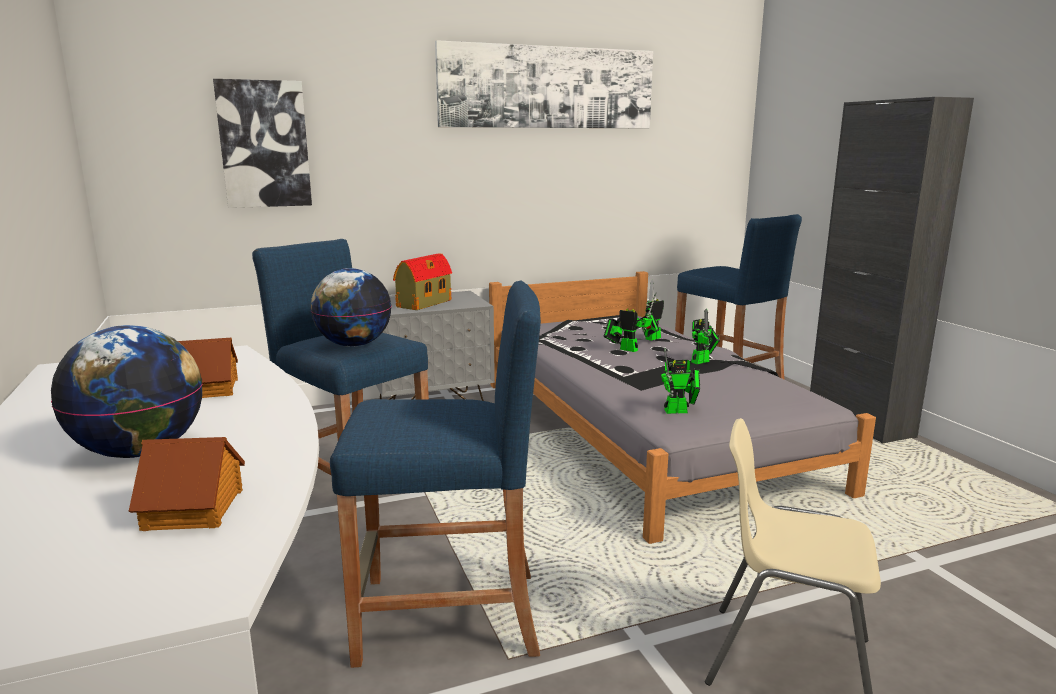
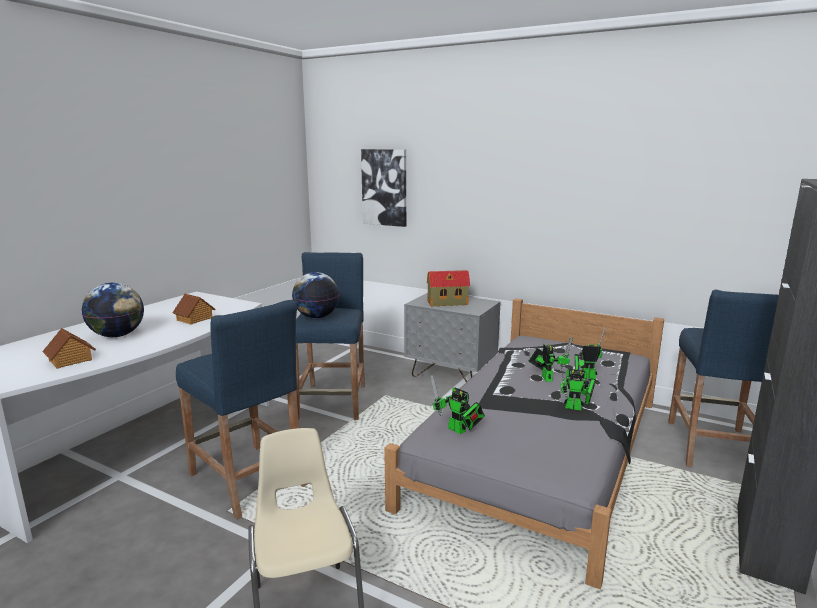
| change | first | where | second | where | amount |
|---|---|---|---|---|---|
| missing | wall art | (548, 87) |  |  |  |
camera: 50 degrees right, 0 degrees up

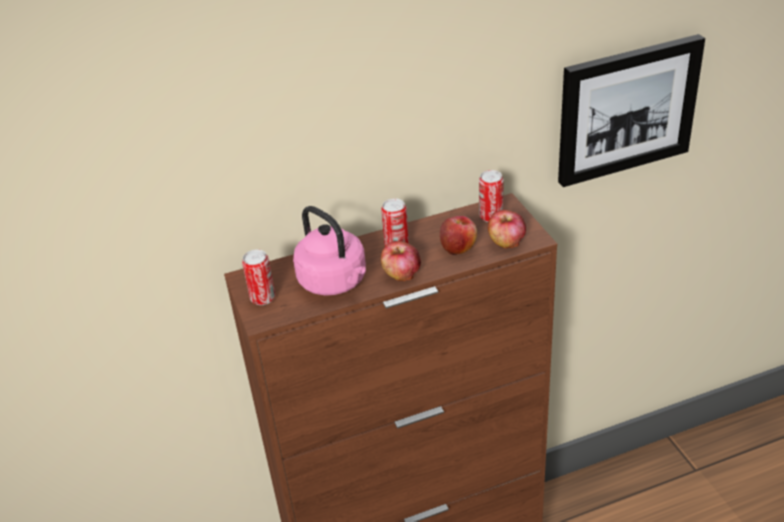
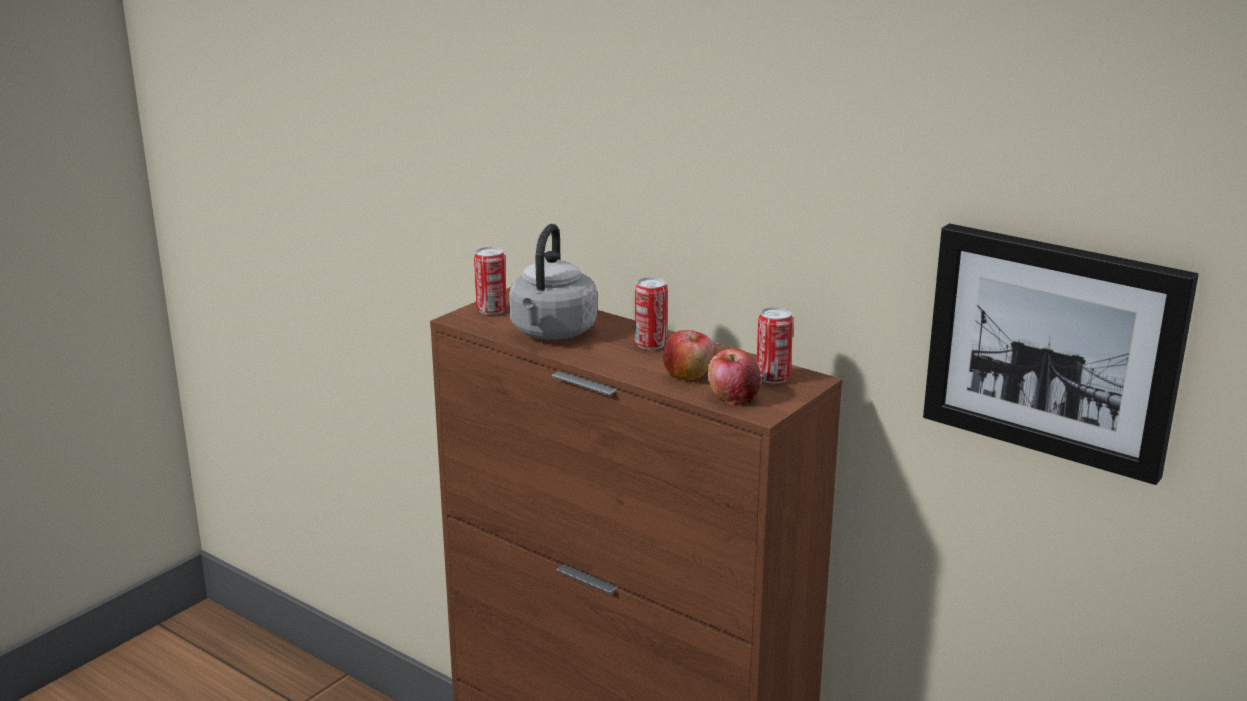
| change | first | where | second | where | amount |
|---|---|---|---|---|---|
| missing | apple fruit | (401, 274) |  |  |  |
| colour | pink-coloured water kettle | (335, 282) | gray water kettle | (552, 333) |  |
camera: 55 degrees right, 15 degrees down

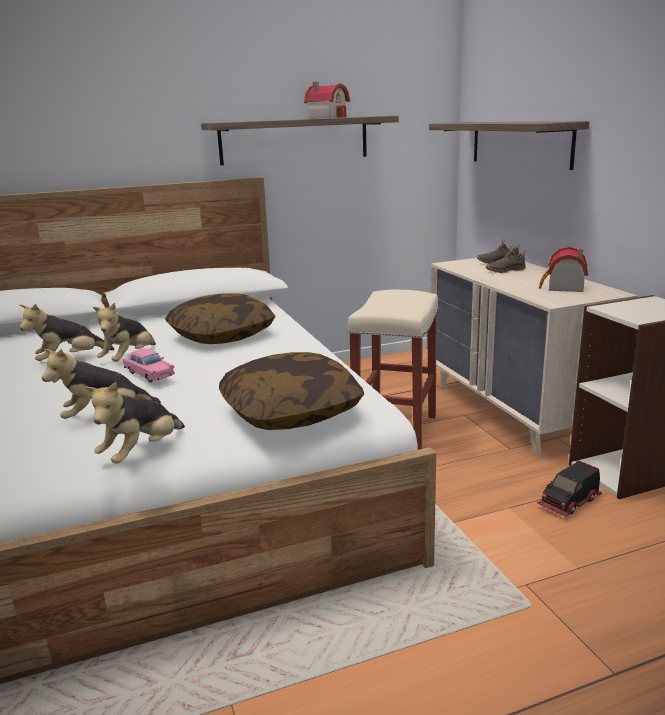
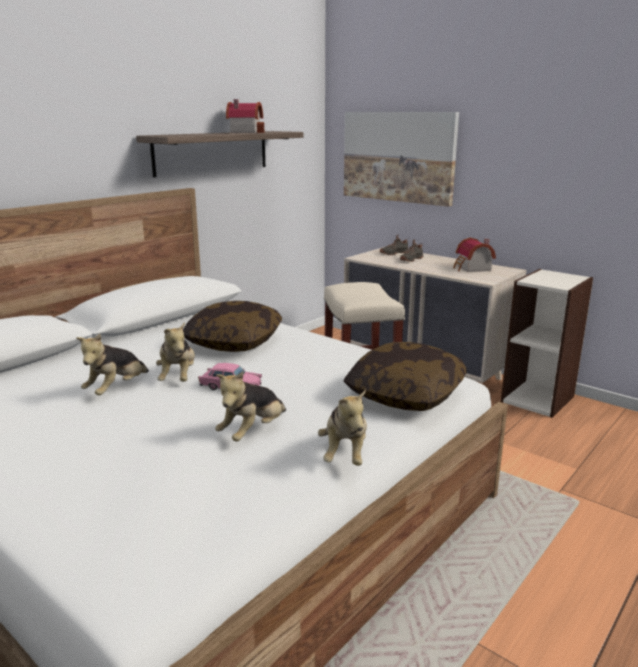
| change | first | where | second | where | amount |
|---|---|---|---|---|---|
| missing | model truck | (570, 502) |  |  |  |
| exchanged | shelf | (520, 143) | wall art | (398, 157) |  |
camera: 30 degrees left, 0 degrees up

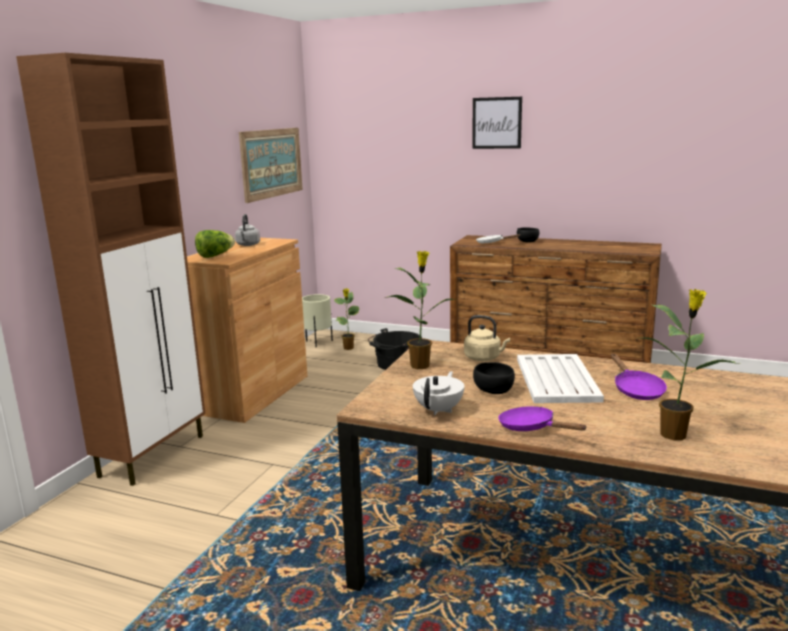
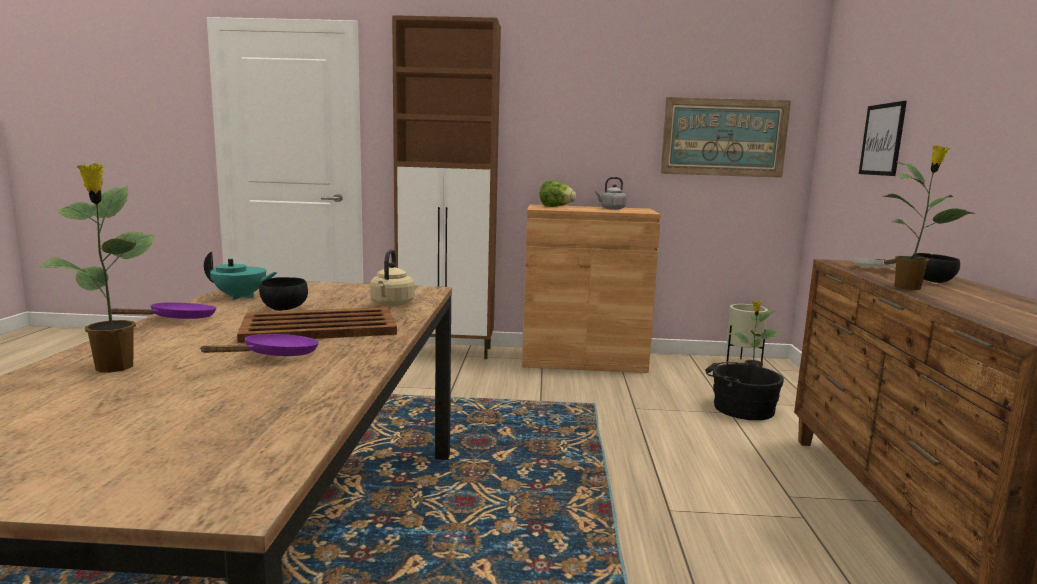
| change | first | where | second | where | amount |
|---|---|---|---|---|---|
| relocated | potted plant | (421, 365) |  | (909, 287) |  |
| relocated | wall art | (496, 123) |  | (882, 139) |  |
| colour | white tea pot | (439, 410) | turquoise-coloured tea pot | (241, 297) |  |
| colour | white serving tray | (556, 380) | brown-coloured serving tray | (318, 327) |  |
| spun | purple-coloured pan | (636, 390) |  | (275, 356) | 150 degrees clockwise |
camera: 70 degrees right, 5 degrees down

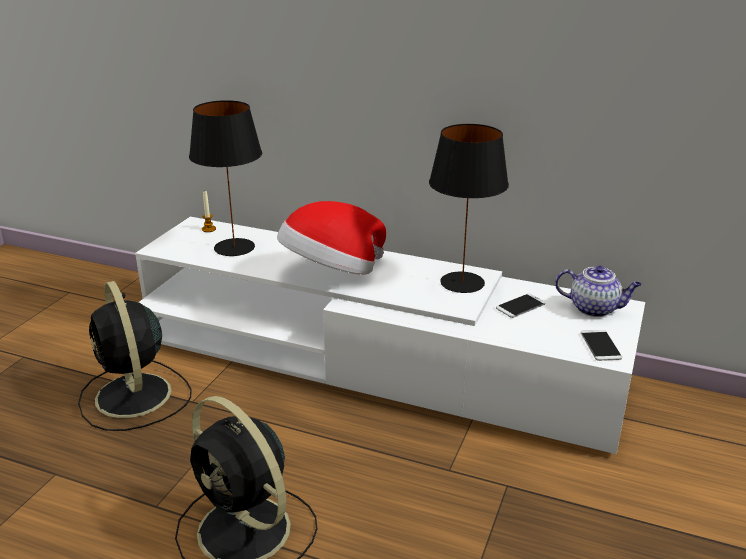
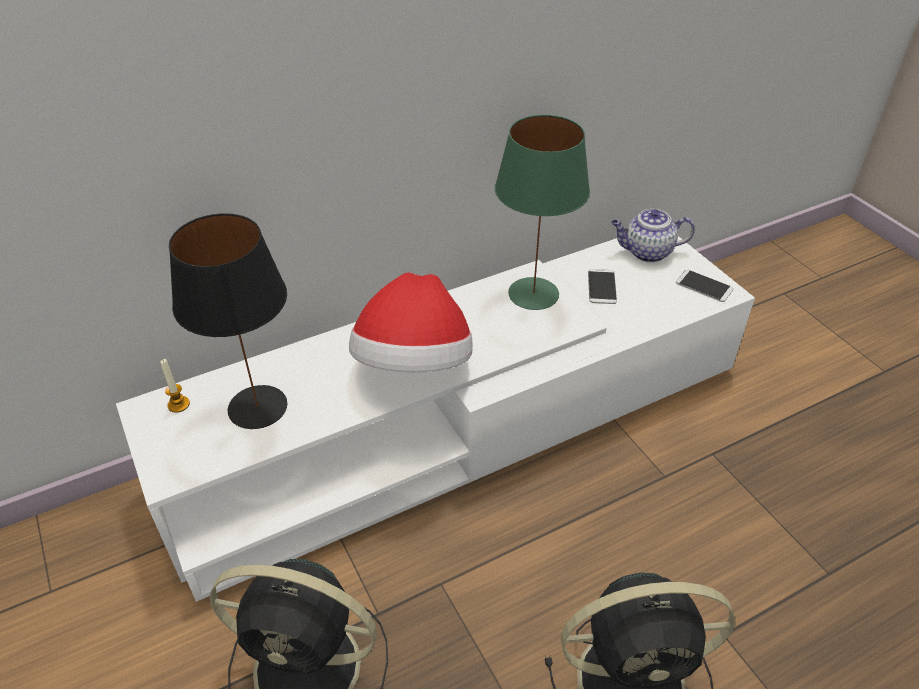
| change | first | where | second | where | amount |
|---|---|---|---|---|---|
| colour | black-coloured table lamp | (461, 282) | greenish table lamp | (532, 294) |  |
| spun | tea pot | (594, 308) |  | (647, 252) | 150 degrees counterclockwise |
camera: 50 degrees left, 15 degrees up

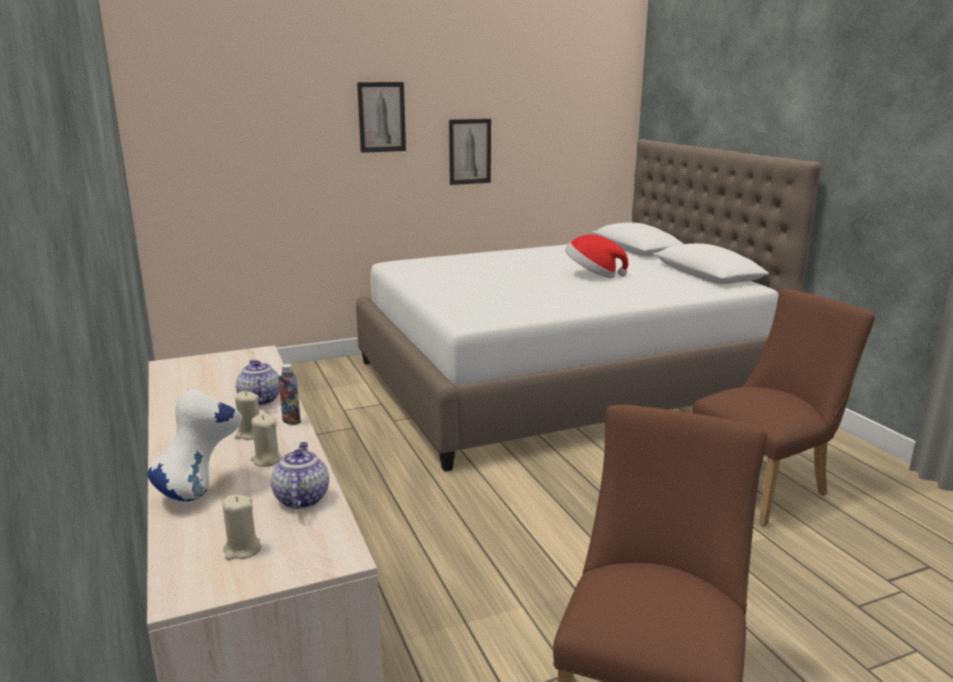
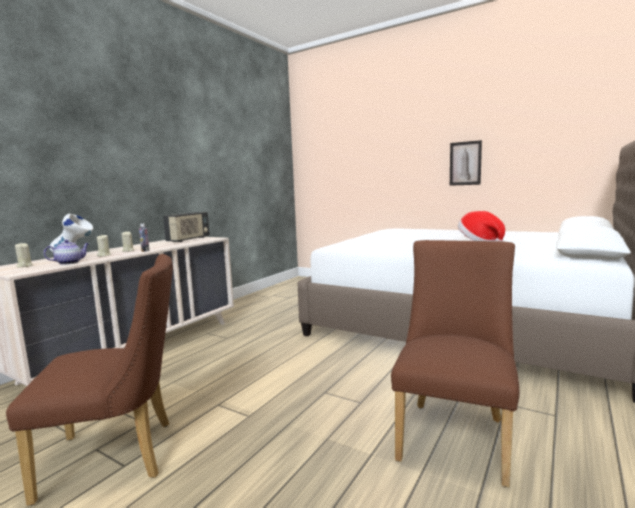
| change | first | where | second | where | amount |
|---|---|---|---|---|---|
| missing | tea pot | (259, 400) |  |  |  |
| missing | wall art | (381, 117) |  |  |  |
| appeared |  |  | radio receiver | (188, 239) |  |
| spun | brown-coloured upright chair | (765, 487) |  | (455, 434) | 90 degrees counterclockwise |
camera: 55 degrees right, 10 degrees down

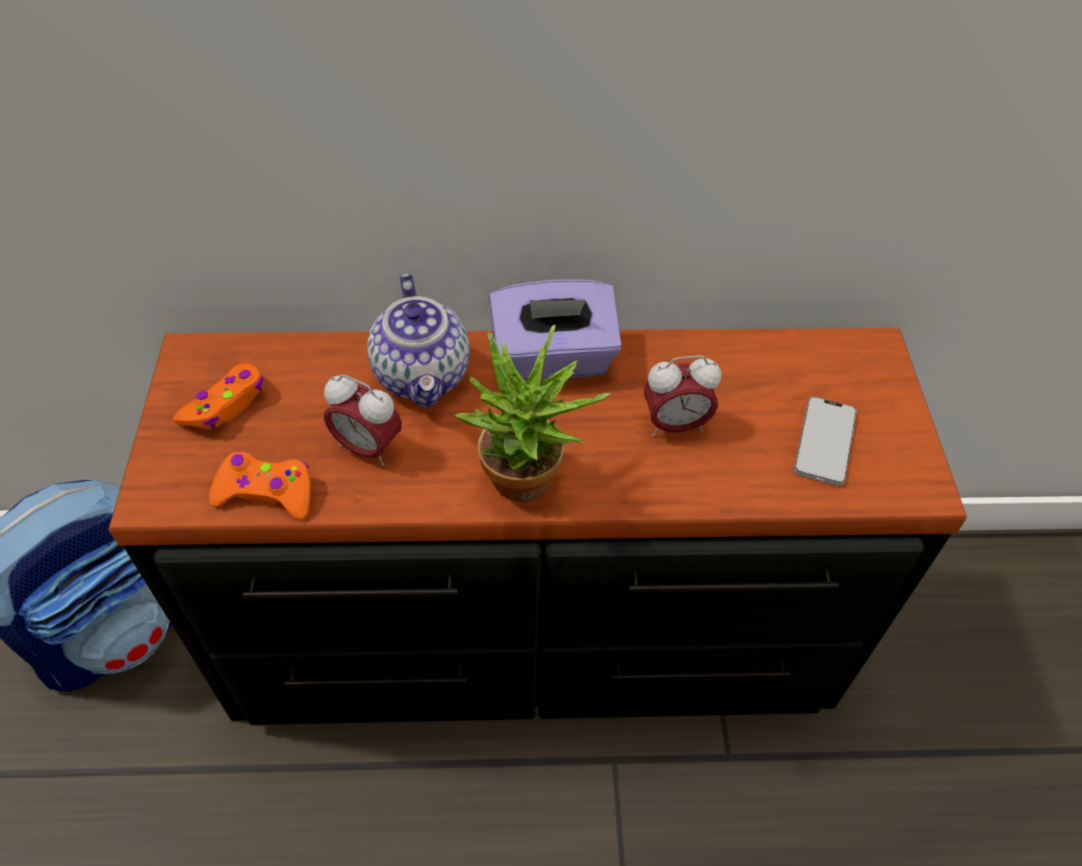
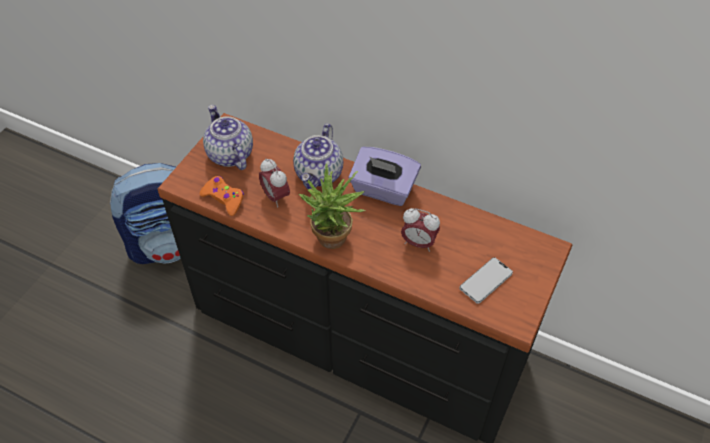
| change | first | where | second | where | amount |
|---|---|---|---|---|---|
| exchanged | orange joypad | (226, 405) | tea pot | (229, 154) |  |
camera: 30 degrees right, 0 degrees up

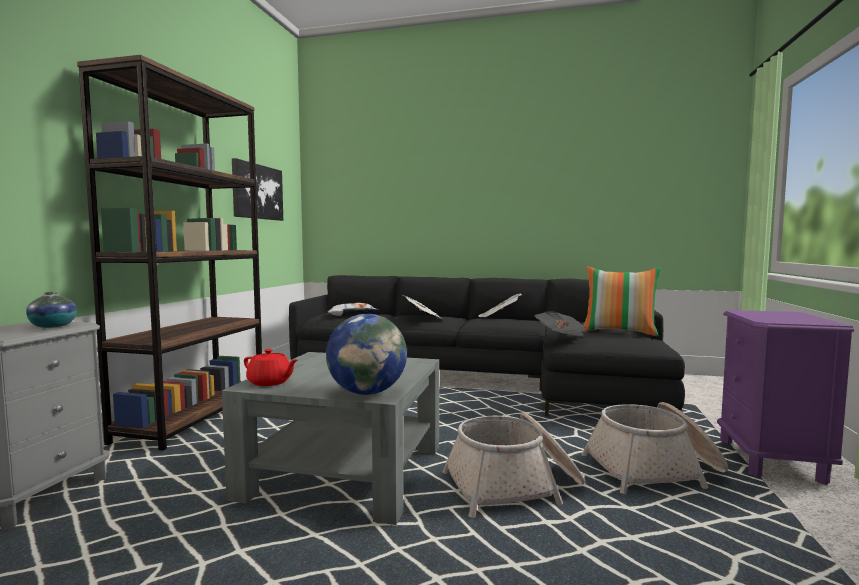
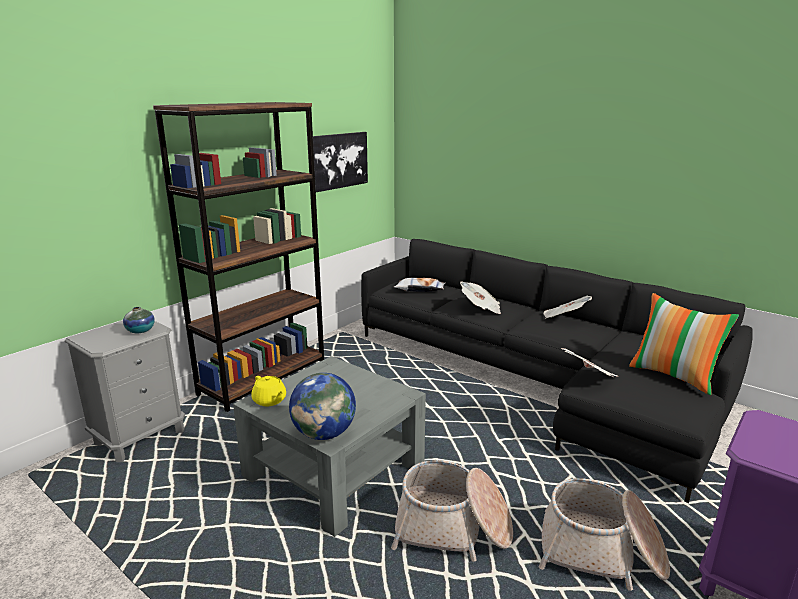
| change | first | where | second | where | amount |
|---|---|---|---|---|---|
| colour | red tea pot | (270, 382) | yellow tea pot | (269, 401) |  |
camera: 25 degrees right, 15 degrees up

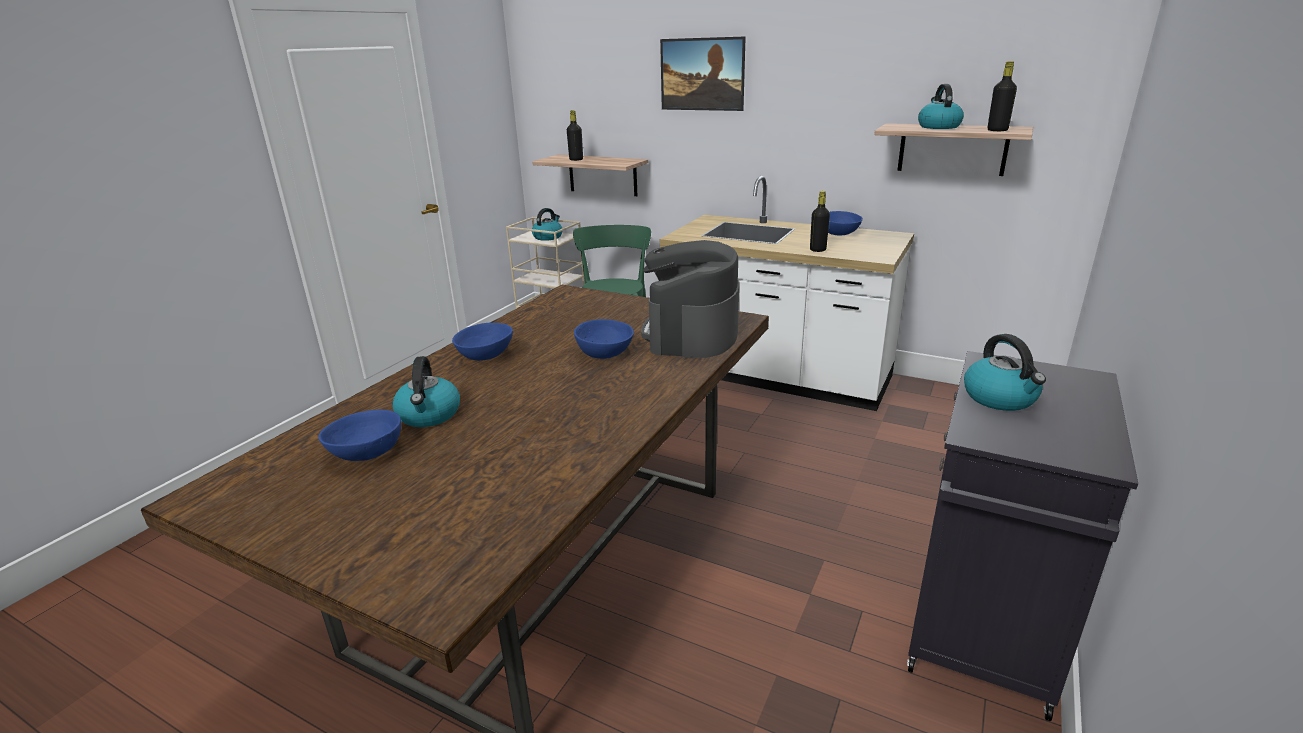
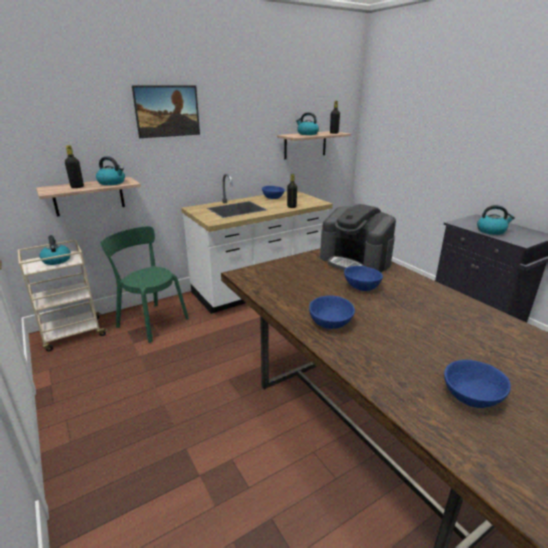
| change | first | where | second | where | amount |
|---|---|---|---|---|---|
| relocated | water kettle | (429, 415) |  | (112, 183) |  |
camera: 60 degrees left, 0 degrees up

